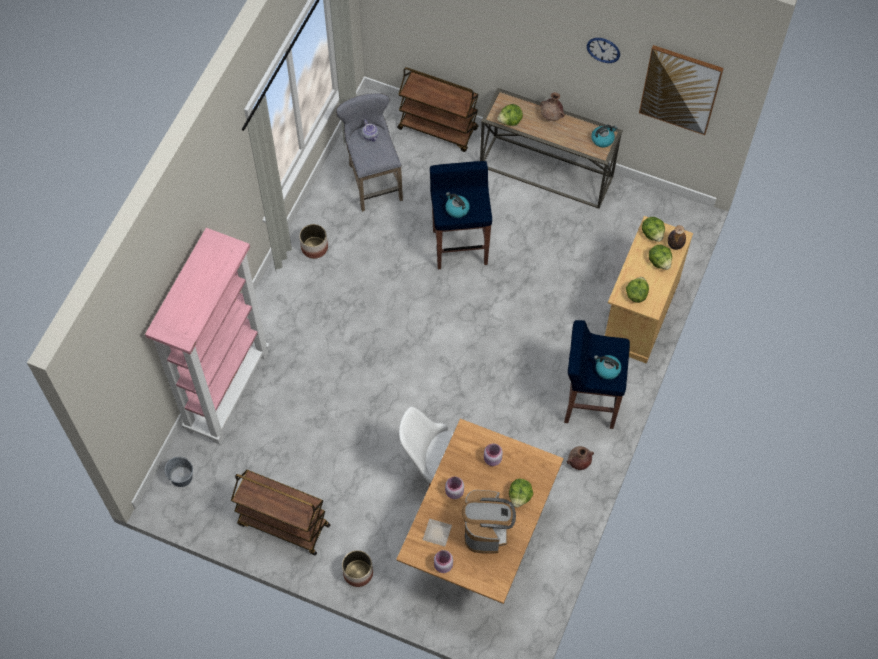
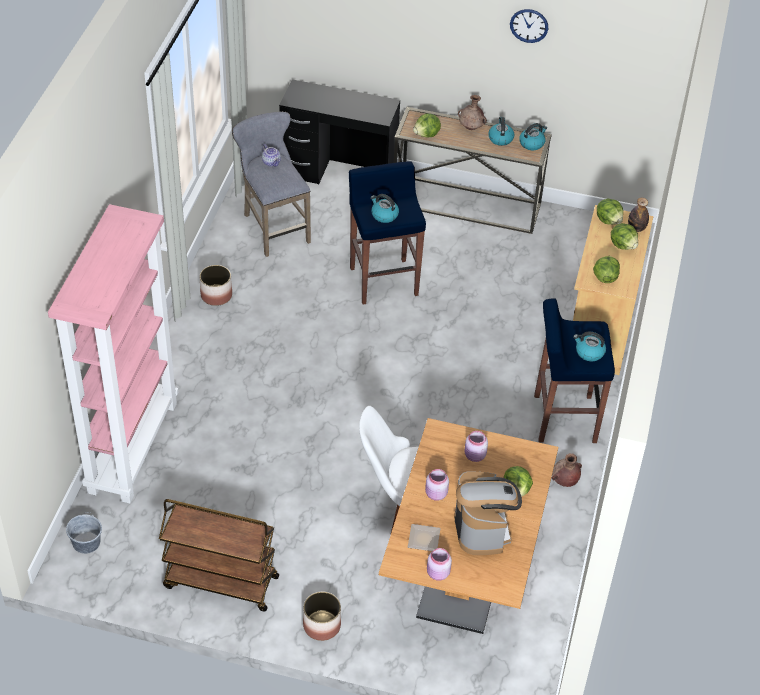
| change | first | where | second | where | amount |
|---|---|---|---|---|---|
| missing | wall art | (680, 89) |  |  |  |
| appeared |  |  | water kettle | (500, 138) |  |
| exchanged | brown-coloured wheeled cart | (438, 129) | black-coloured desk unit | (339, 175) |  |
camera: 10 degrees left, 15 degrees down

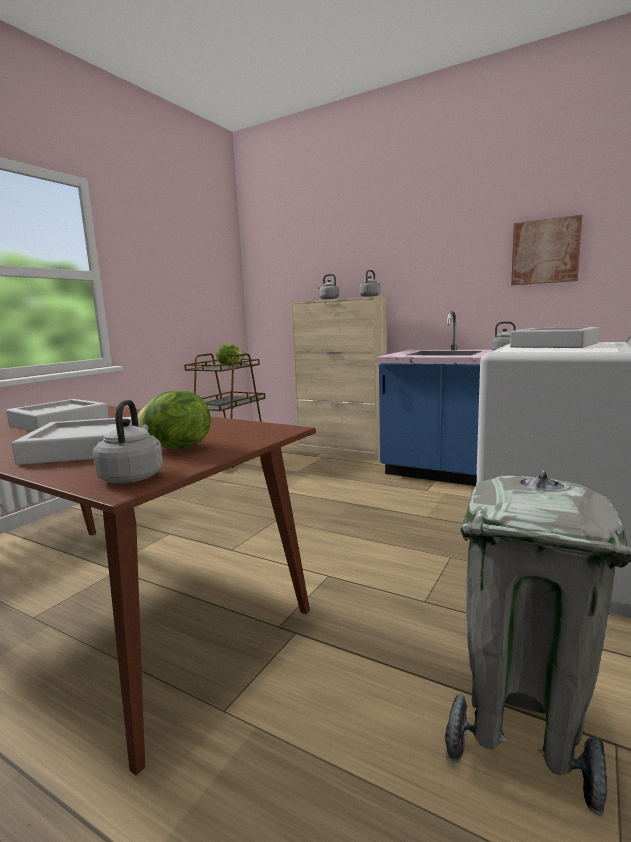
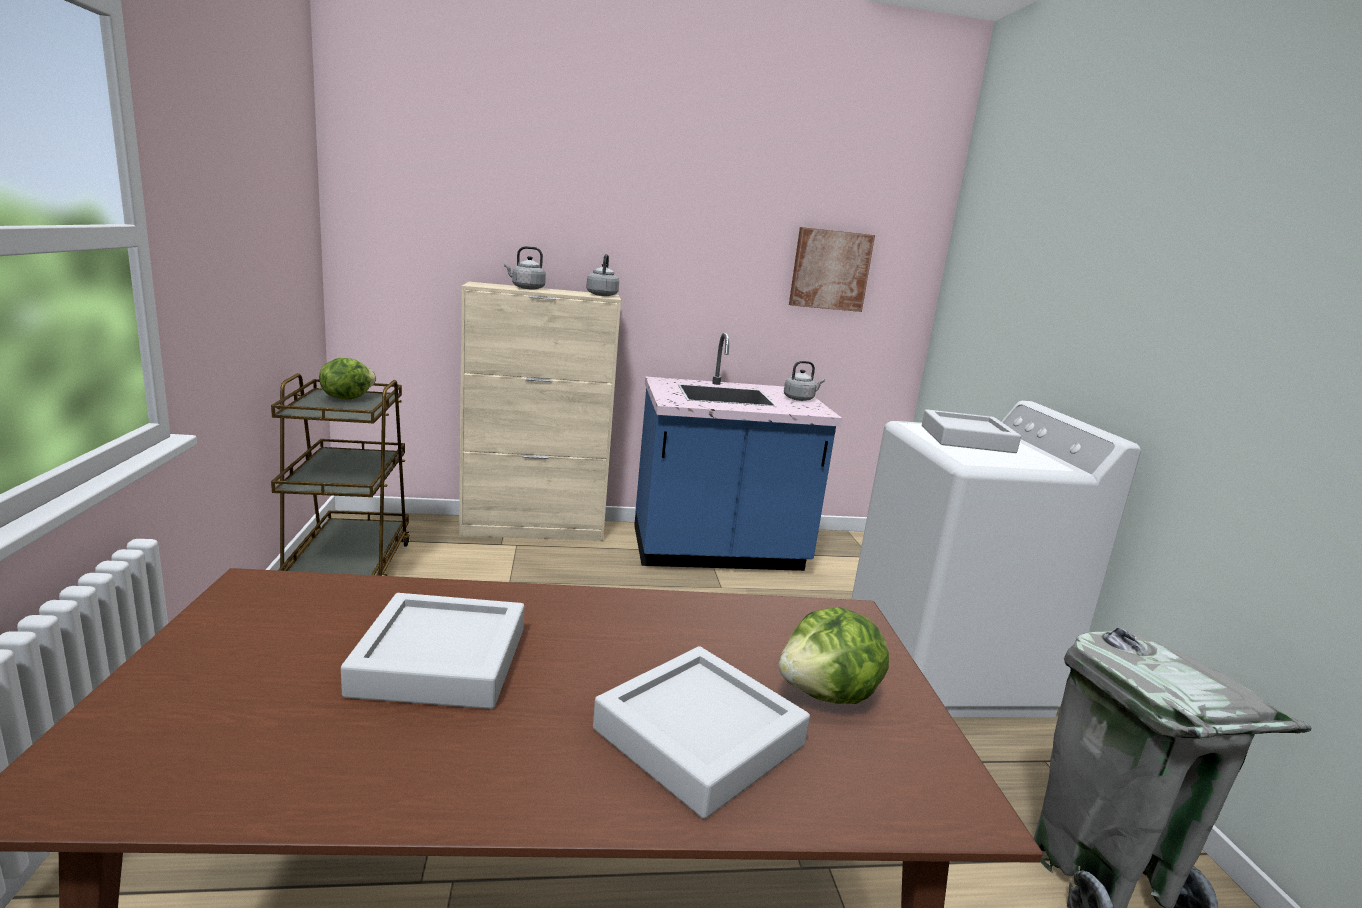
| change | first | where | second | where | amount |
|---|---|---|---|---|---|
| missing | gray water kettle | (133, 476) |  |  |  |
camera: 40 degrees left, 5 degrees up

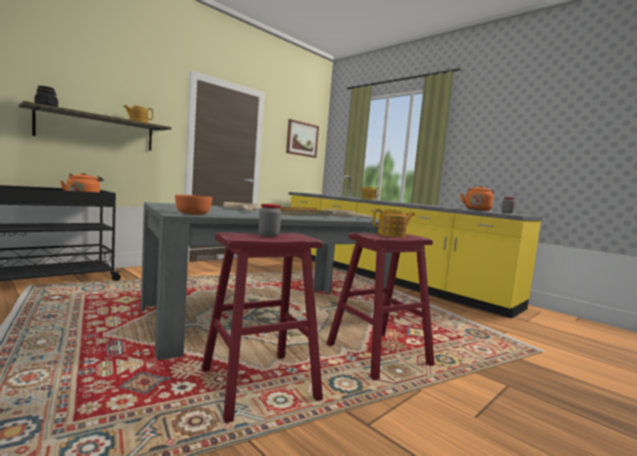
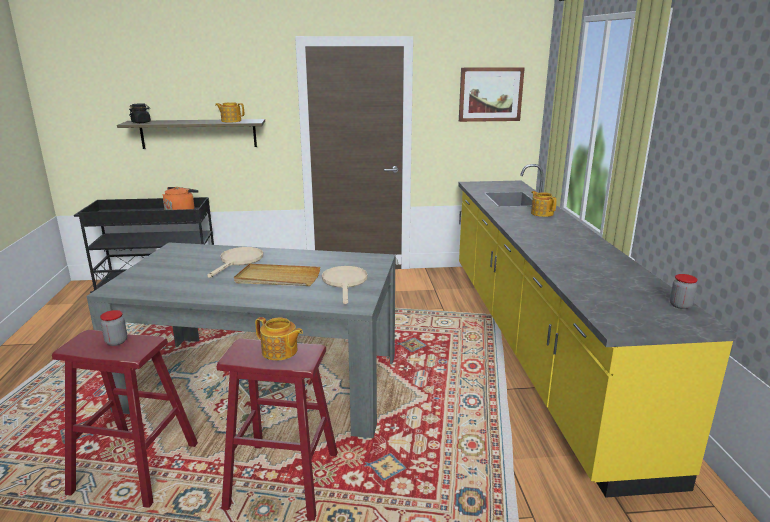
| change | first | where | second | where | amount |
|---|---|---|---|---|---|
| missing | orange bowl | (193, 213) |  |  |  |
| missing | orange water kettle | (477, 210) |  |  |  |
camera: 40 degrees right, 15 degrees up

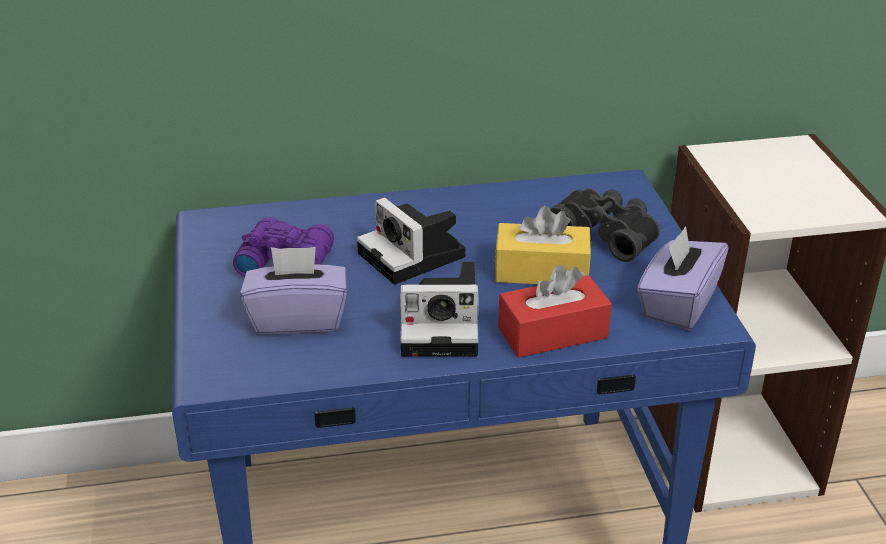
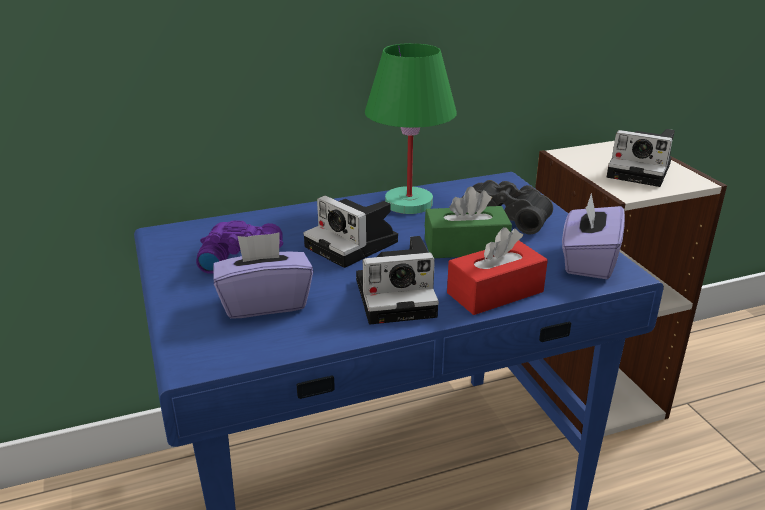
| change | first | where | second | where | amount |
|---|---|---|---|---|---|
| appeared |  |  | greenish table lamp | (407, 203) |  |
| appeared |  |  | photo camera | (642, 171) |  |
| colour | yellow tissue holder | (541, 271) | greenish tissue holder | (466, 247) |  |
camera: 10 degrees left, 5 degrees down

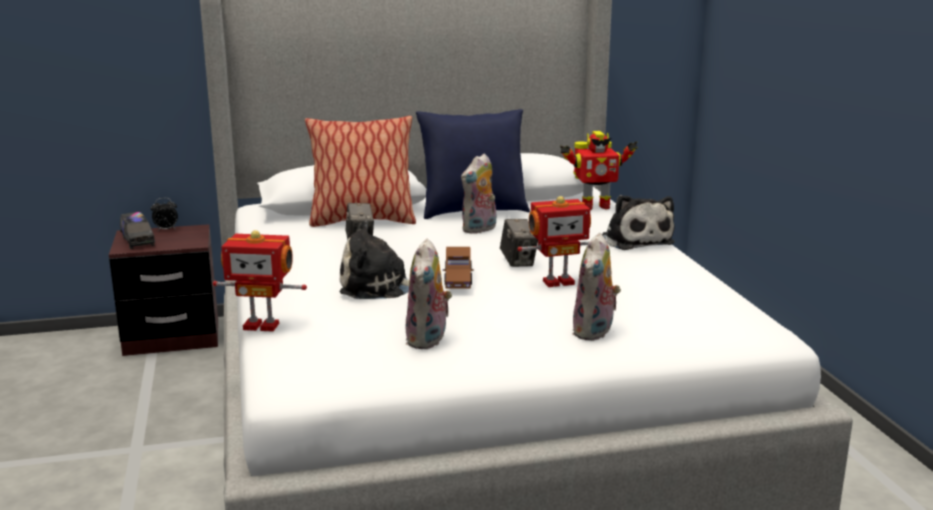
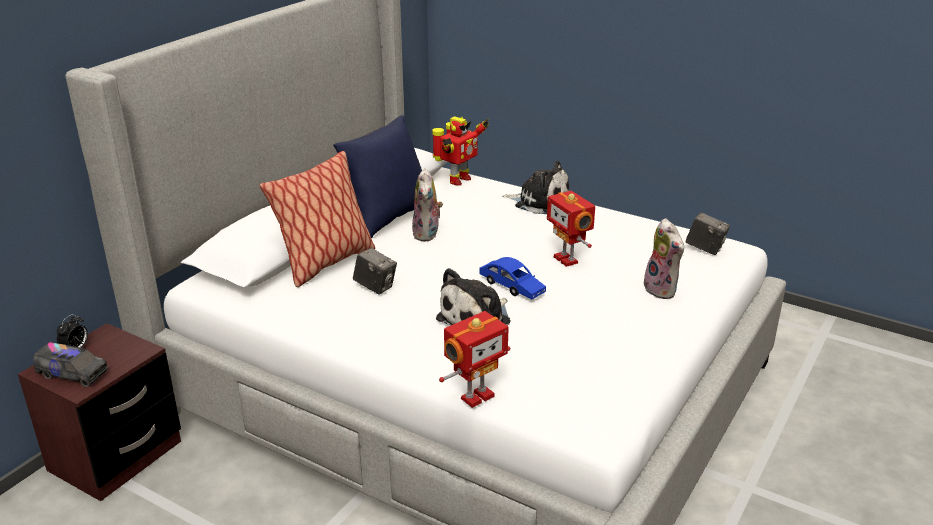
| change | first | where | second | where | amount |
|---|---|---|---|---|---|
| missing | plush toy | (428, 340) |  |  |  |
| relocated | photo camera | (518, 262) |  | (705, 249) |  |
| colour | brown-coloured toy car | (458, 279) | blue toy car | (512, 287) |  |
| spun | toy robot | (557, 282) |  | (567, 259) | 120 degrees clockwise |
camera: 45 degrees left, 10 degrees up

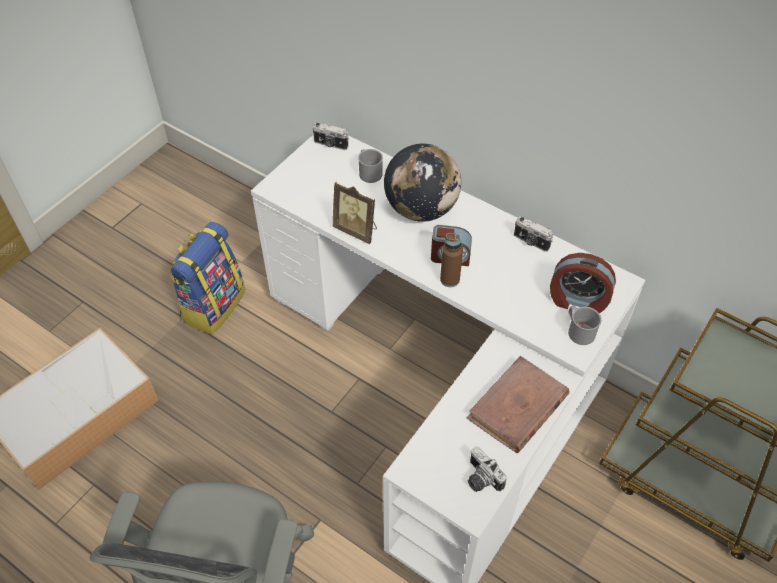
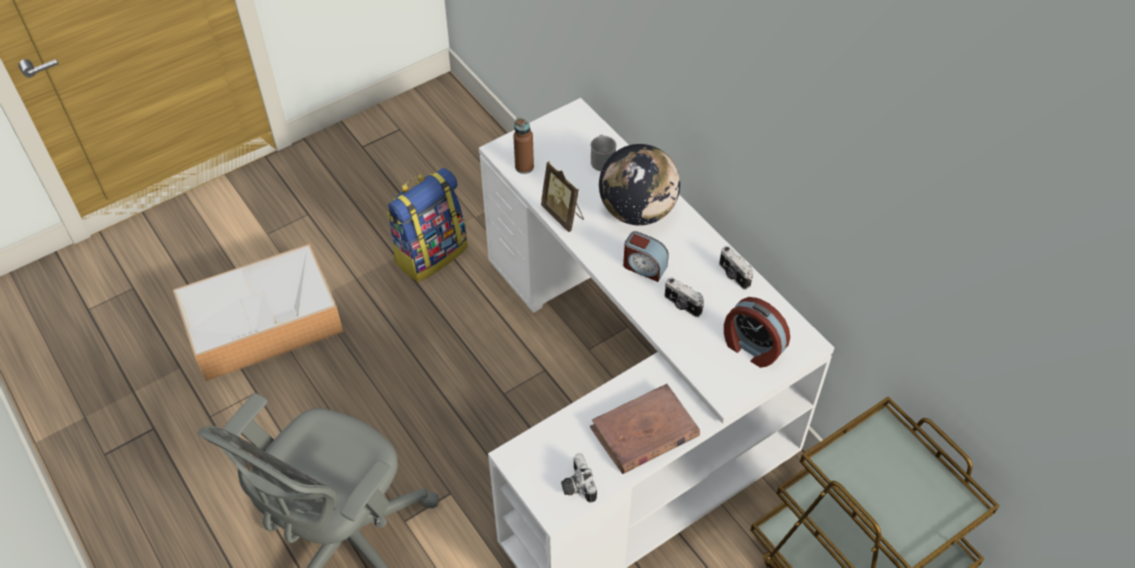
| change | first | where | second | where | amount |
|---|---|---|---|---|---|
| missing | gray tea mug | (578, 330) |  |  |  |
| relocated | photo camera | (330, 144) |  | (682, 305) |  |
| relocated | brown-coloured beverage bottle | (449, 279) |  | (524, 167) |  |
camera: 20 degrees right, 0 degrees up

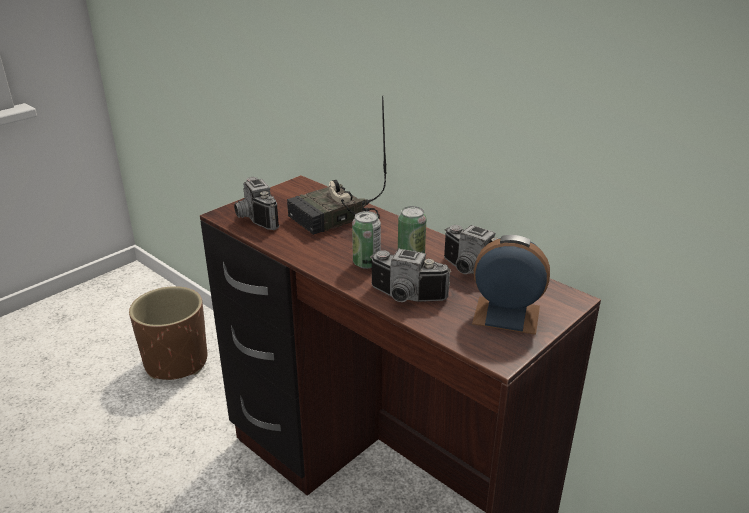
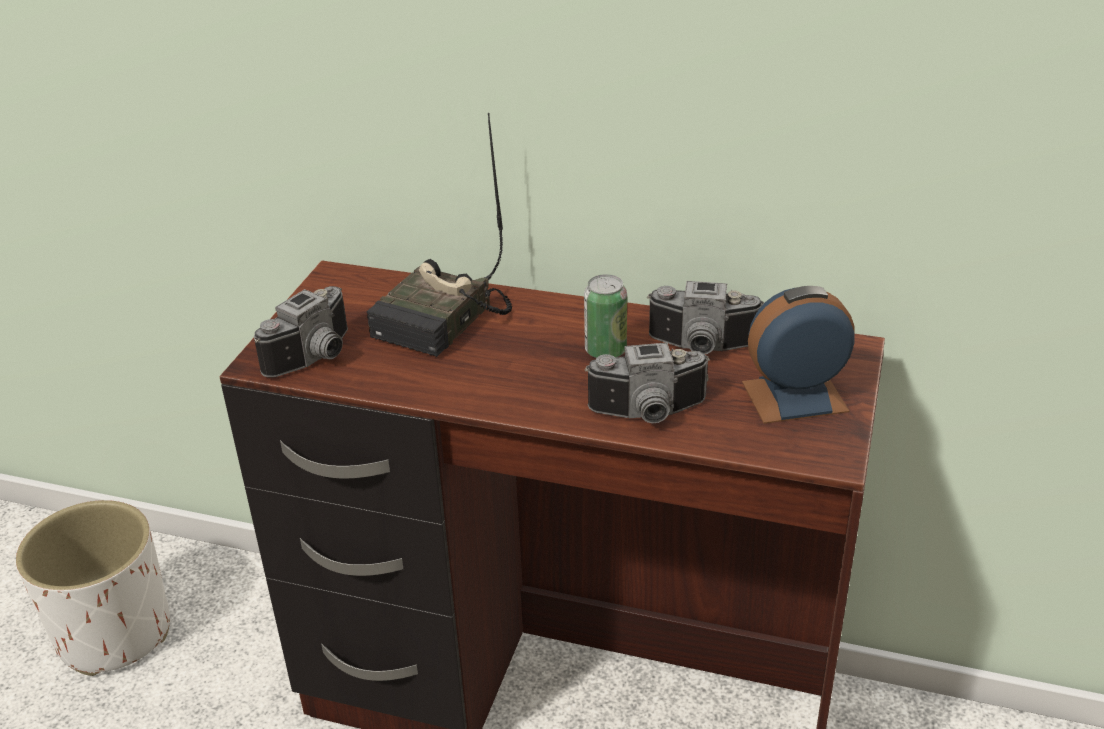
| change | first | where | second | where | amount |
|---|---|---|---|---|---|
| missing | sealed can | (366, 263) |  |  |  |
| colour | brown-coloured plant pot | (177, 362) | white plant pot | (115, 632) |  |
| spun | photo camera | (253, 219) |  | (317, 357) | 90 degrees counterclockwise |
camera: 25 degrees left, 5 degrees up

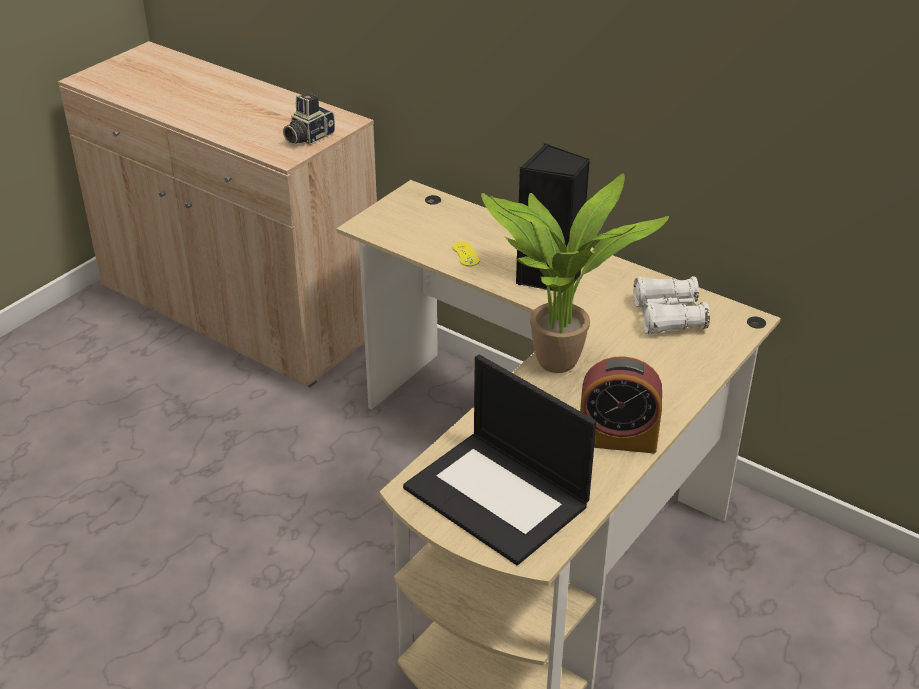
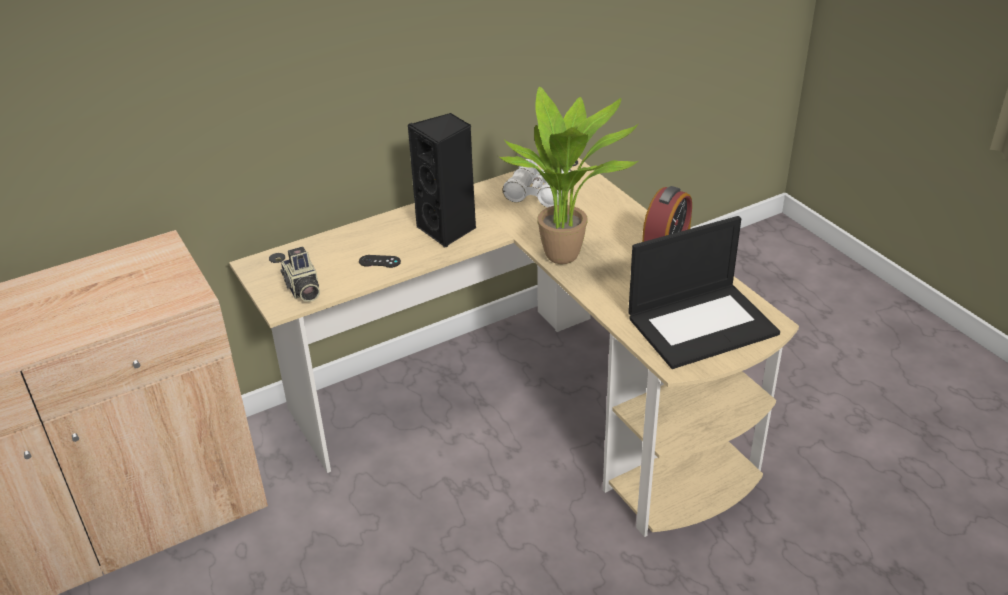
| change | first | where | second | where | amount |
|---|---|---|---|---|---|
| relocated | photo camera | (308, 137) |  | (302, 290) |  |
| colour | yellow joypad | (465, 254) | black-coloured joypad | (379, 261) |  |
camera: 65 degrees left, 0 degrees up

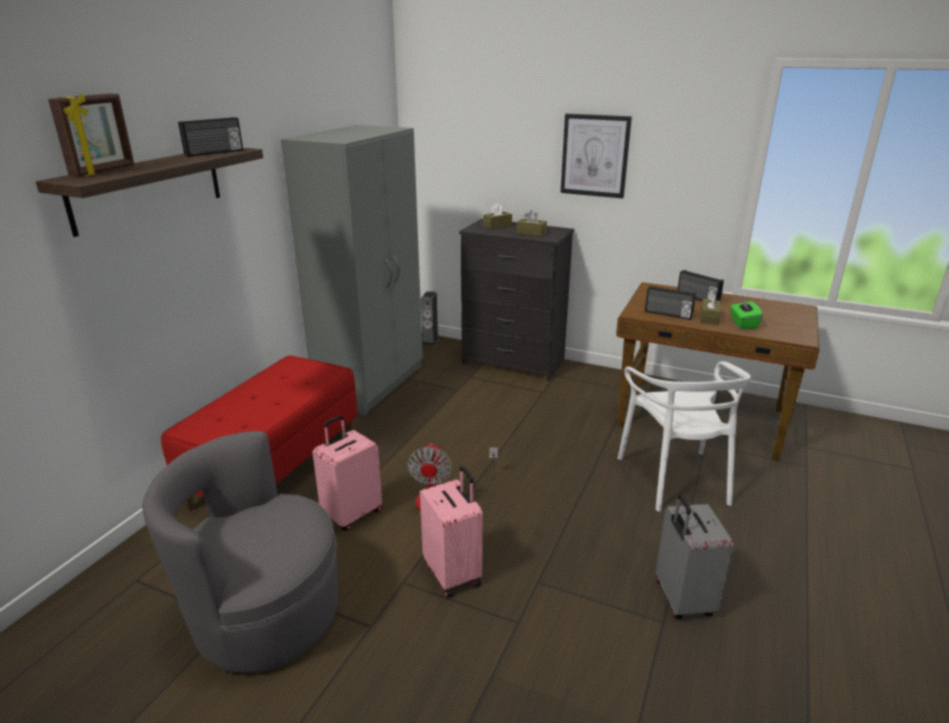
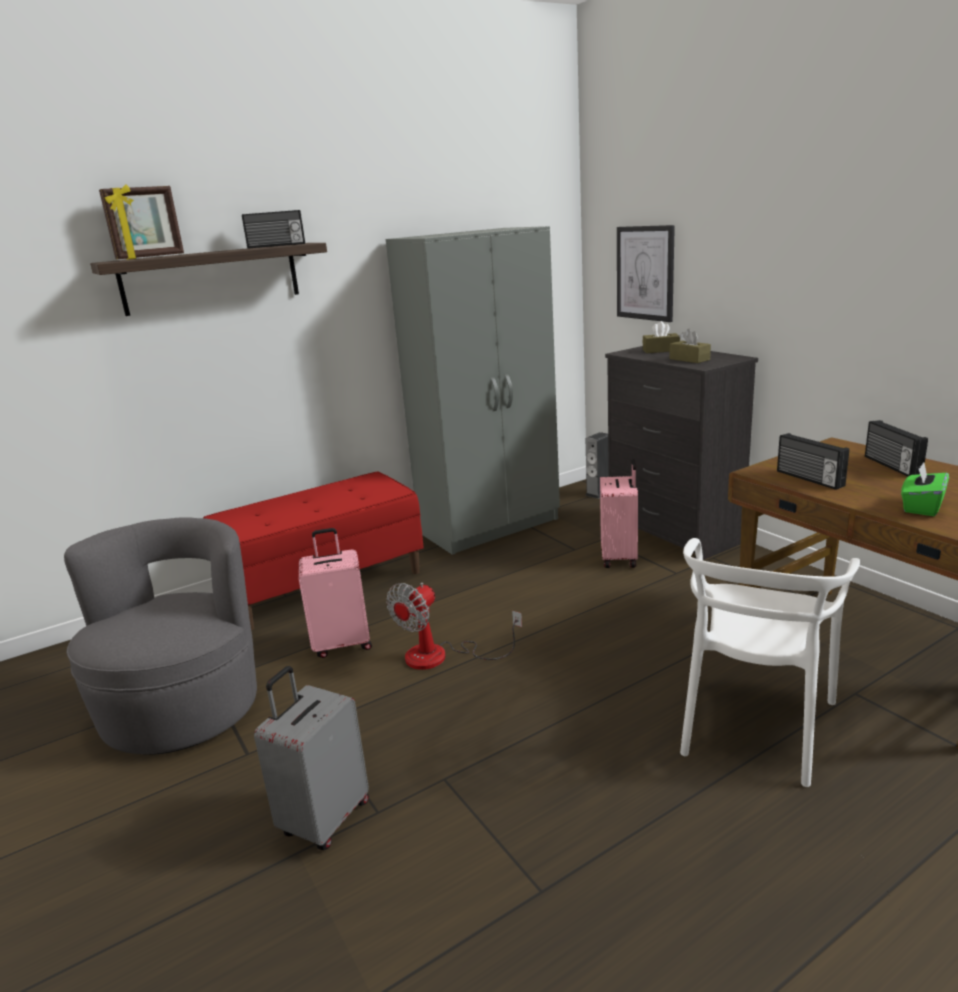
| change | first | where | second | where | amount |
|---|---|---|---|---|---|
| missing | brown-coloured tissue holder | (709, 318) |  |  |  |
| relocated | pink-coloured suitcase | (454, 574) |  | (620, 558) |  |
| relocated | wall art | (595, 156) |  | (645, 273) |  |
| relocated | gray suitcase | (681, 599) |  | (324, 819) |  |
| spun | gray armchair | (264, 615) |  | (184, 708) | 60 degrees clockwise |
camera: 35 degrees right, 5 degrees down

